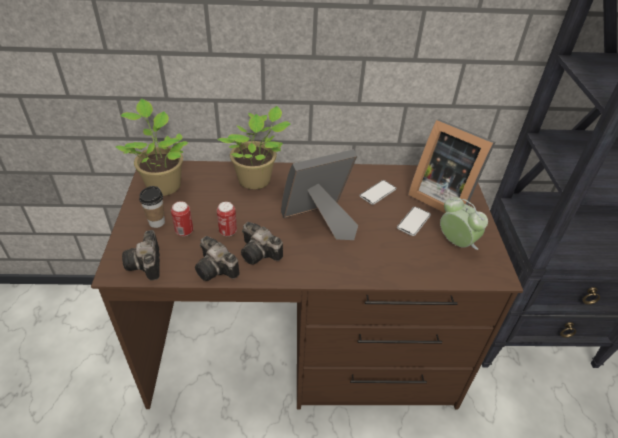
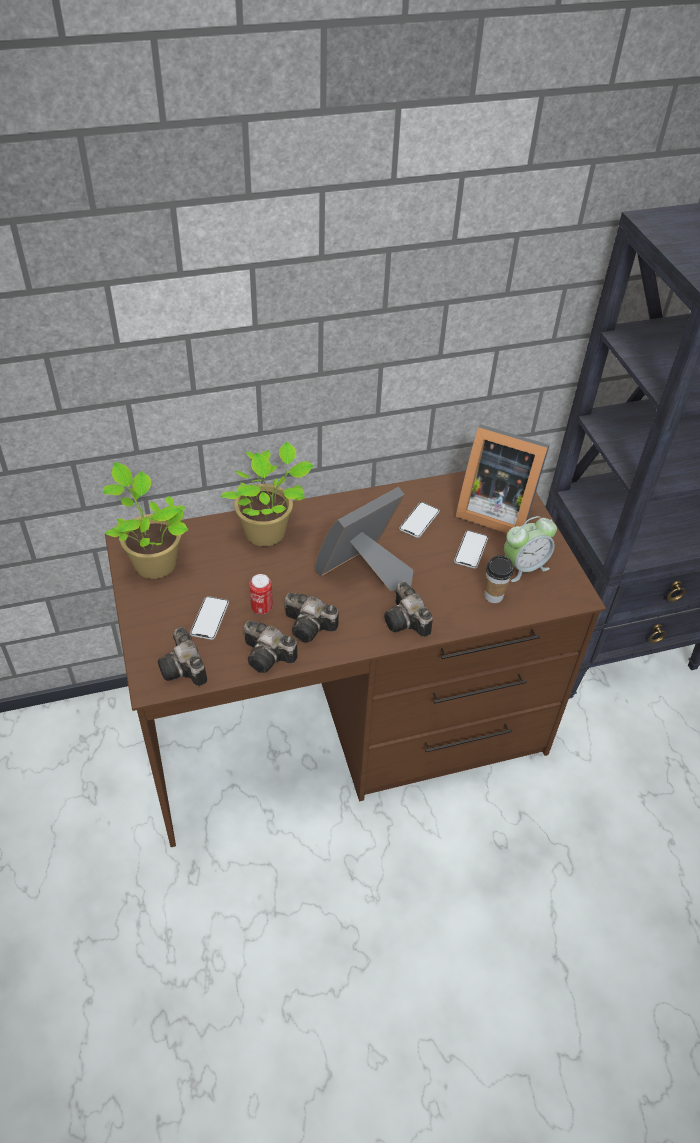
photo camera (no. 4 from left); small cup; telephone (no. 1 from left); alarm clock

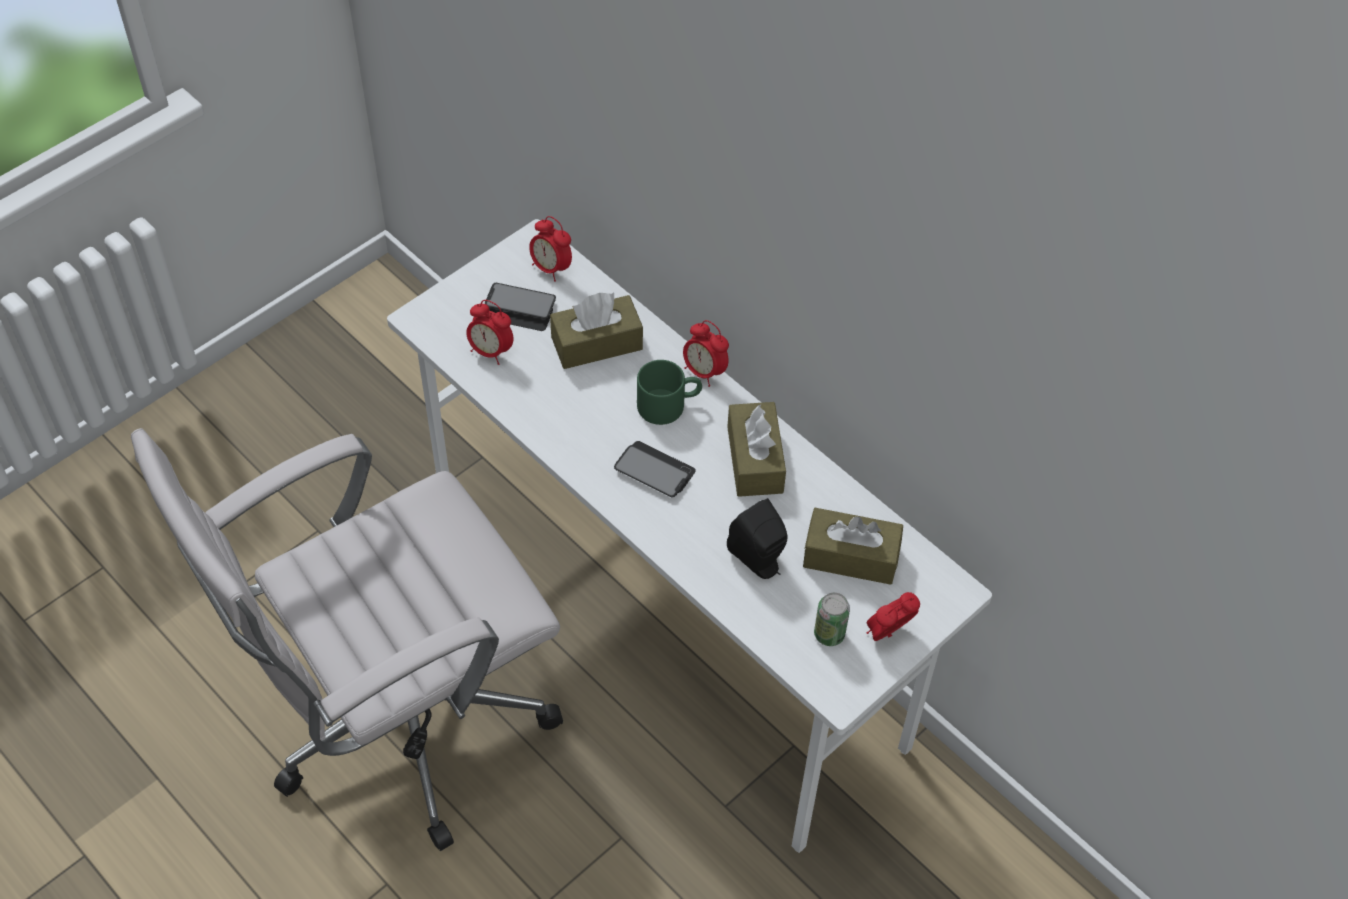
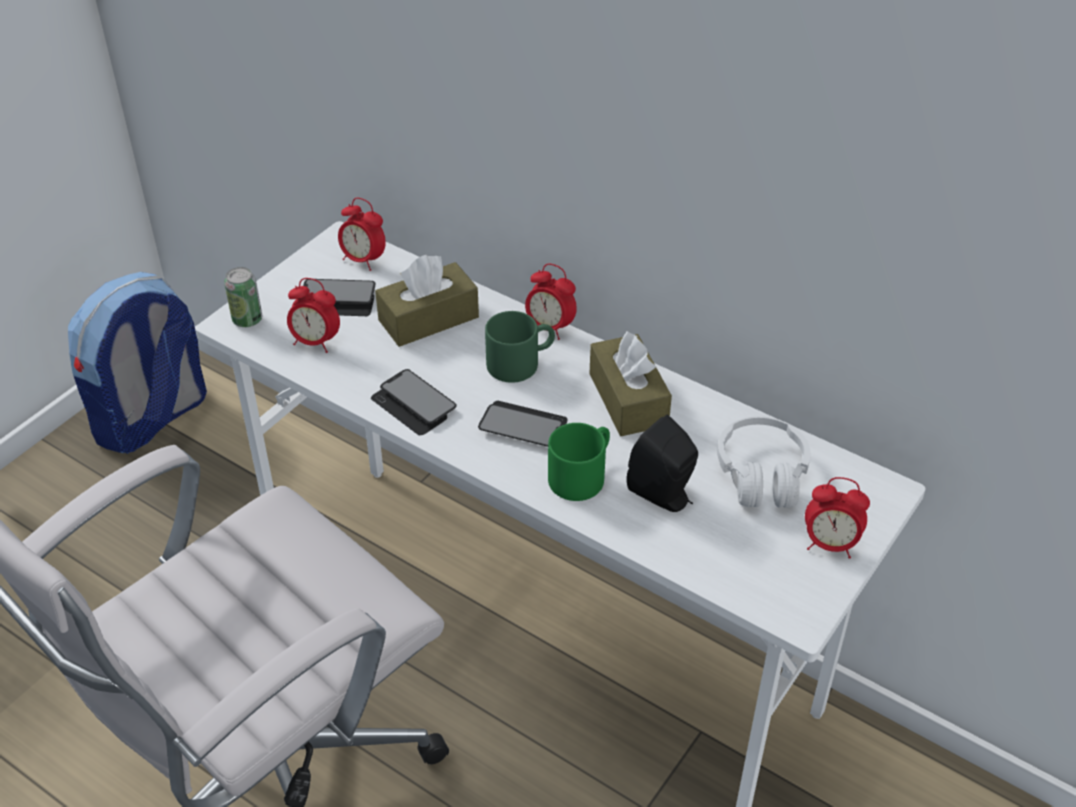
rucksack; telephone (no. 2 from left); coffee mug/green (no. 2 from left); can; headphones/whitish; alarm clock (no. 4 from left)

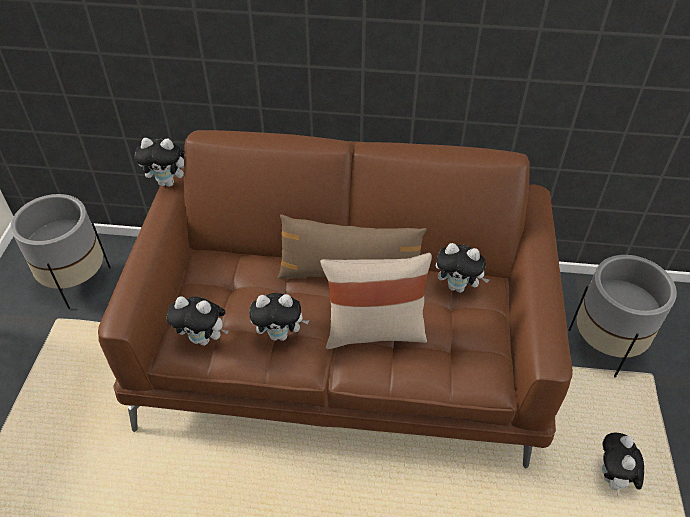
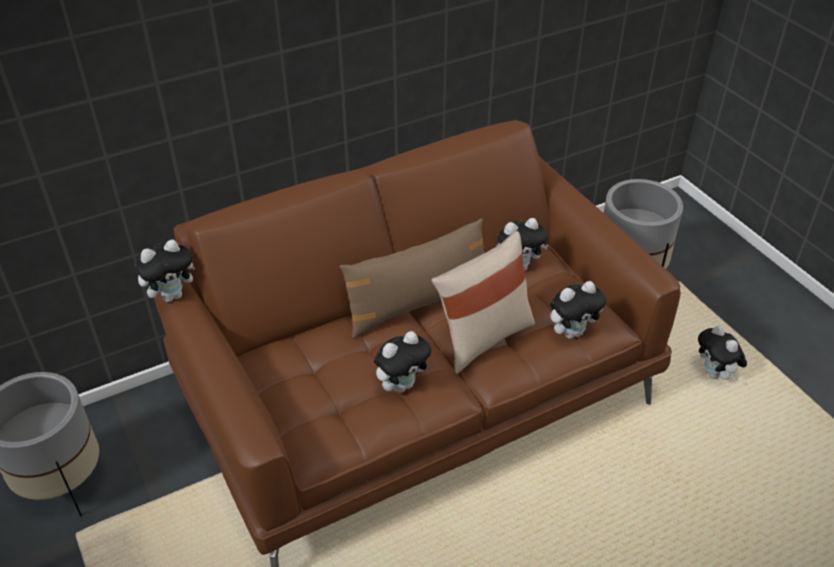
plush toy (no. 4 from left)

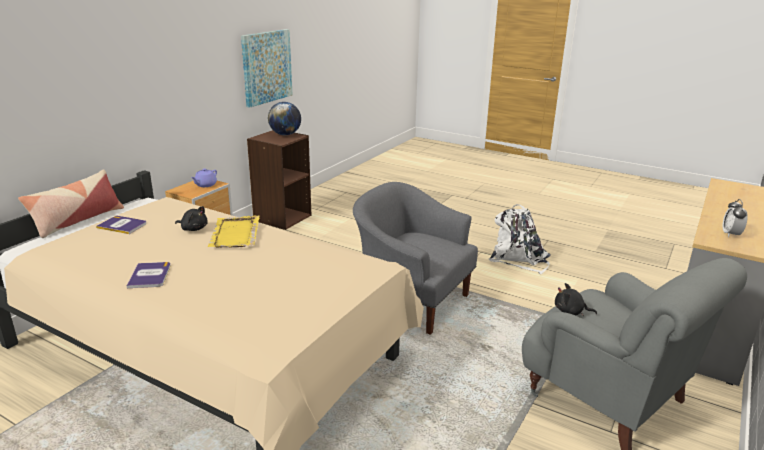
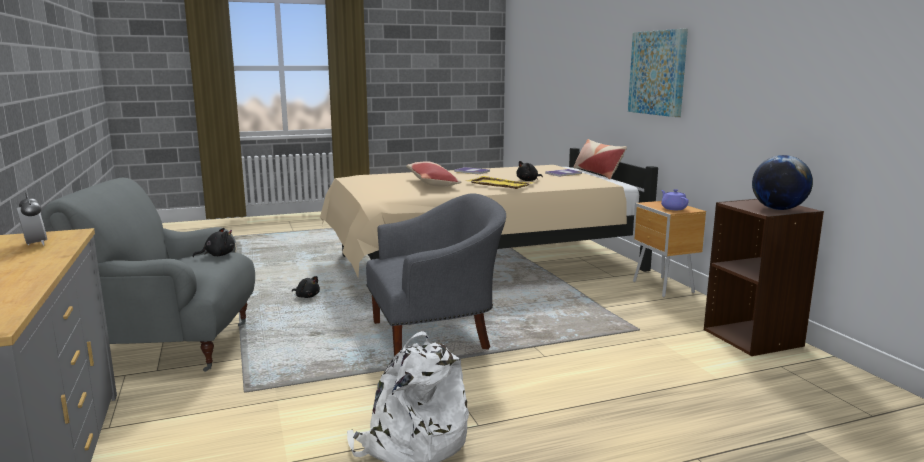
plush toy/black-coloured (no. 2 from left); throw pillow (no. 1 from left); wall art

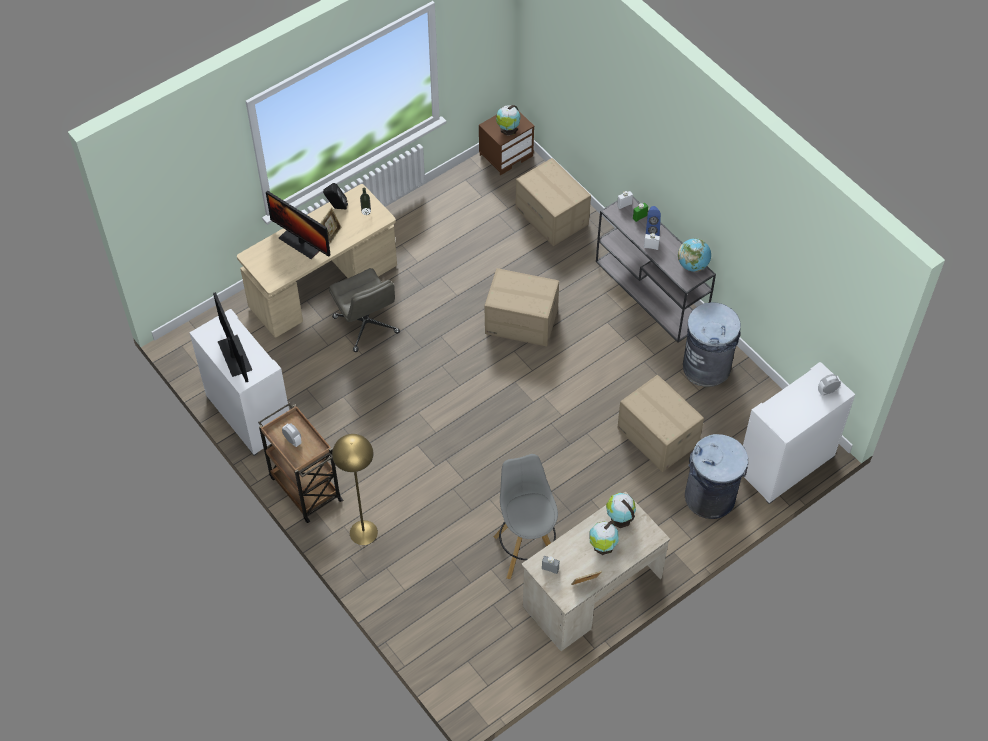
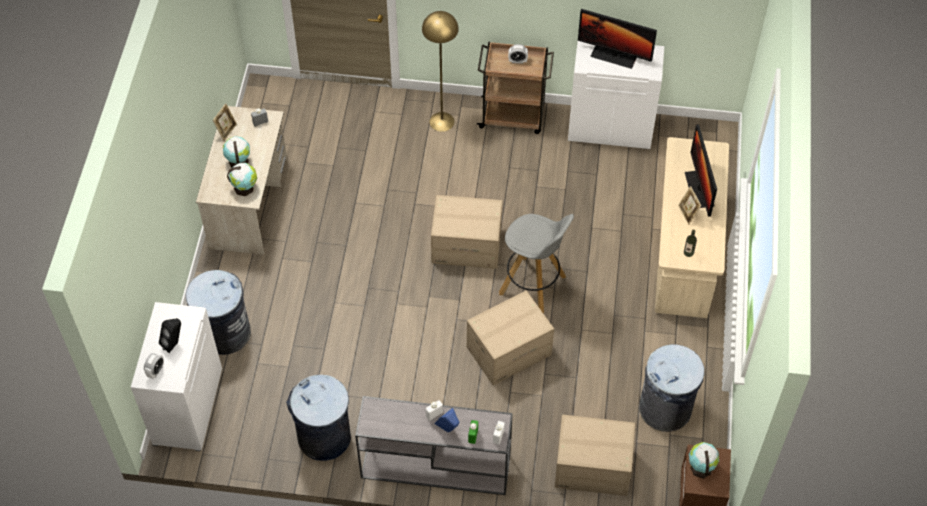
desk chair/gray; desk globe (no. 4 from left in the first image); trash can/gray (no. 3 from left); loudspeaker/black-coloured; stool seat/gray; packing box (no. 1 from left); computer screen (no. 2 from left)

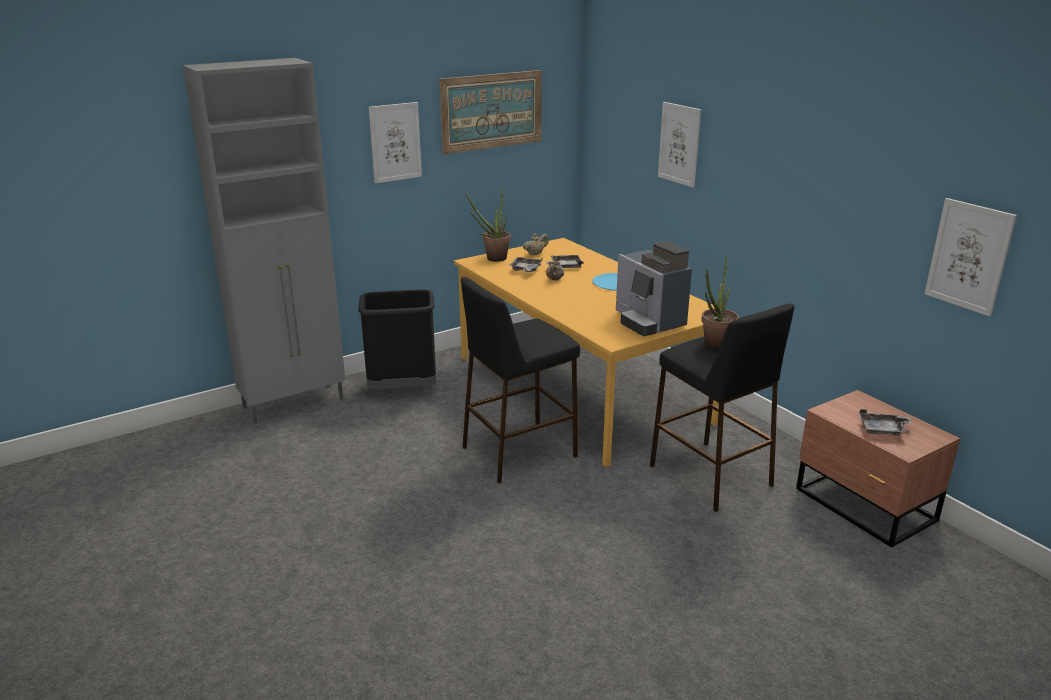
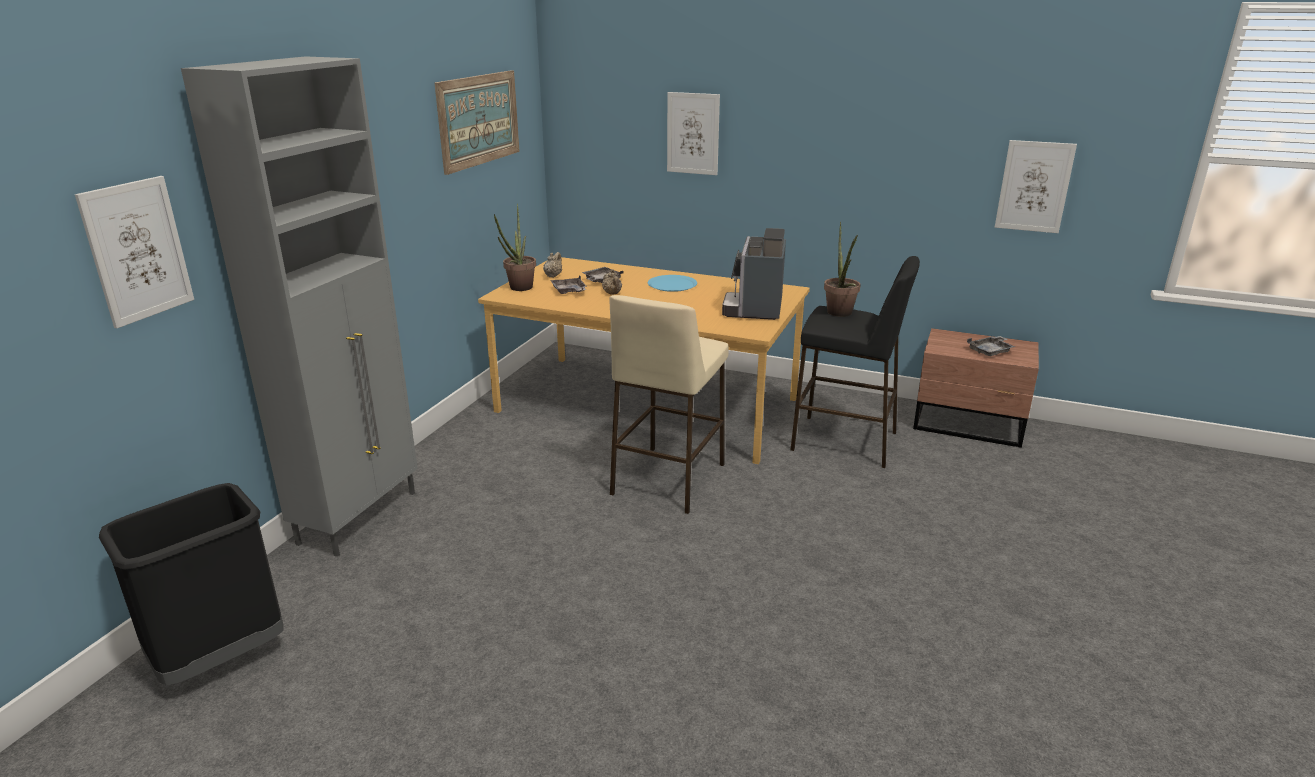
trash can/black-coloured; wall art (no. 1 from left); stool seat/sand-coloured; coffee machine

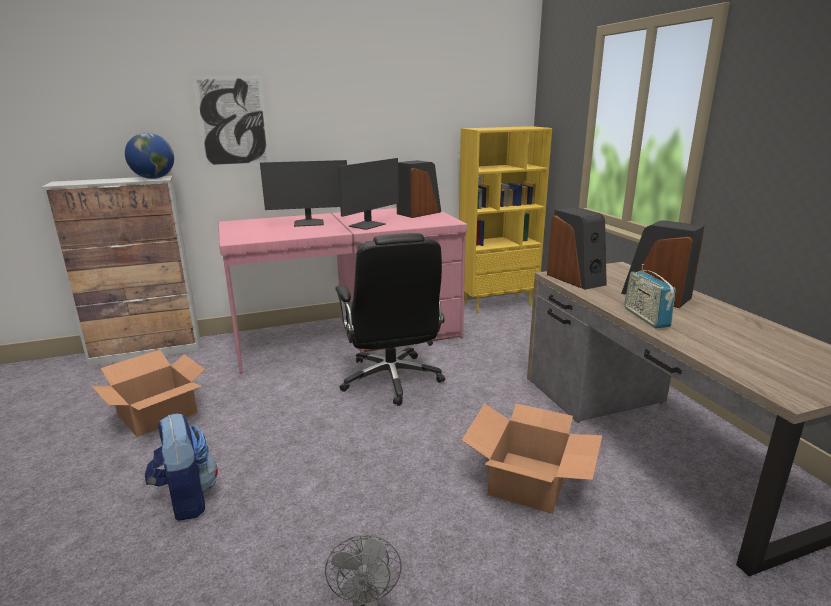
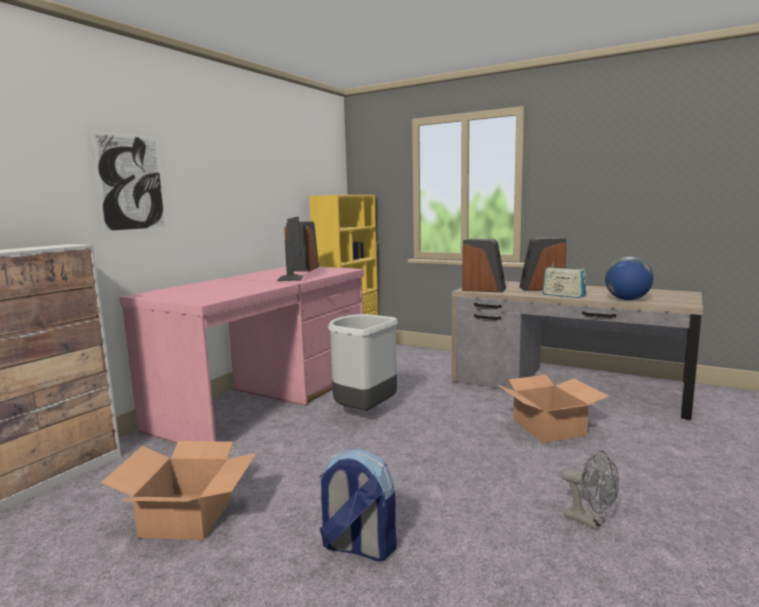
computer screen (no. 1 from left in the first image); desk globe; trash can/gray

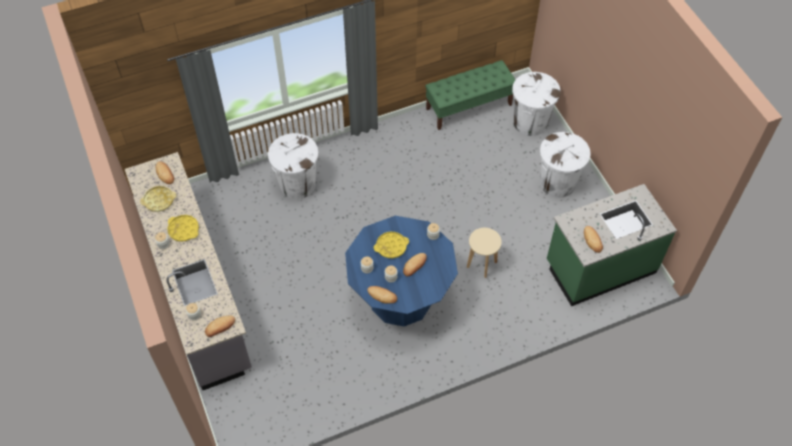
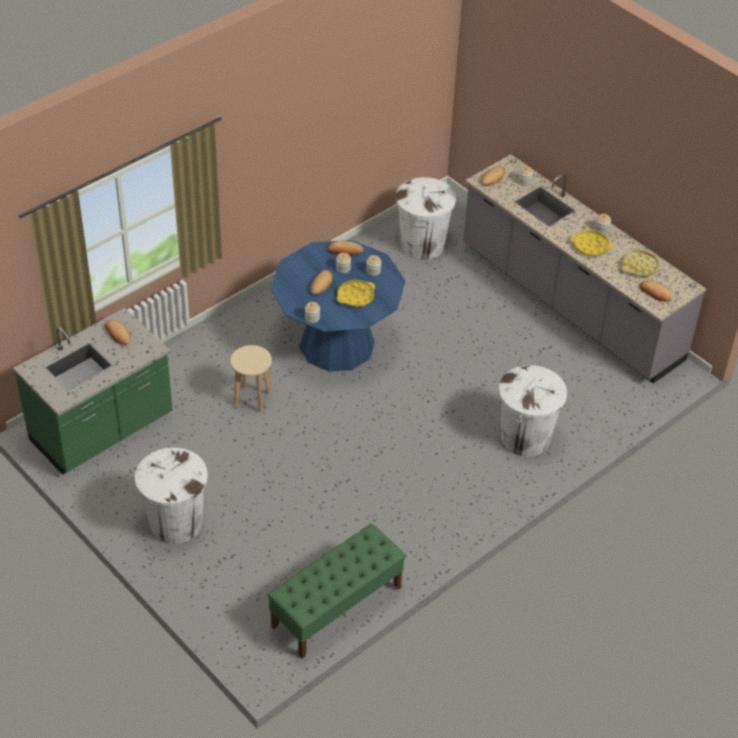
trash can/whitish (no. 2 from left)

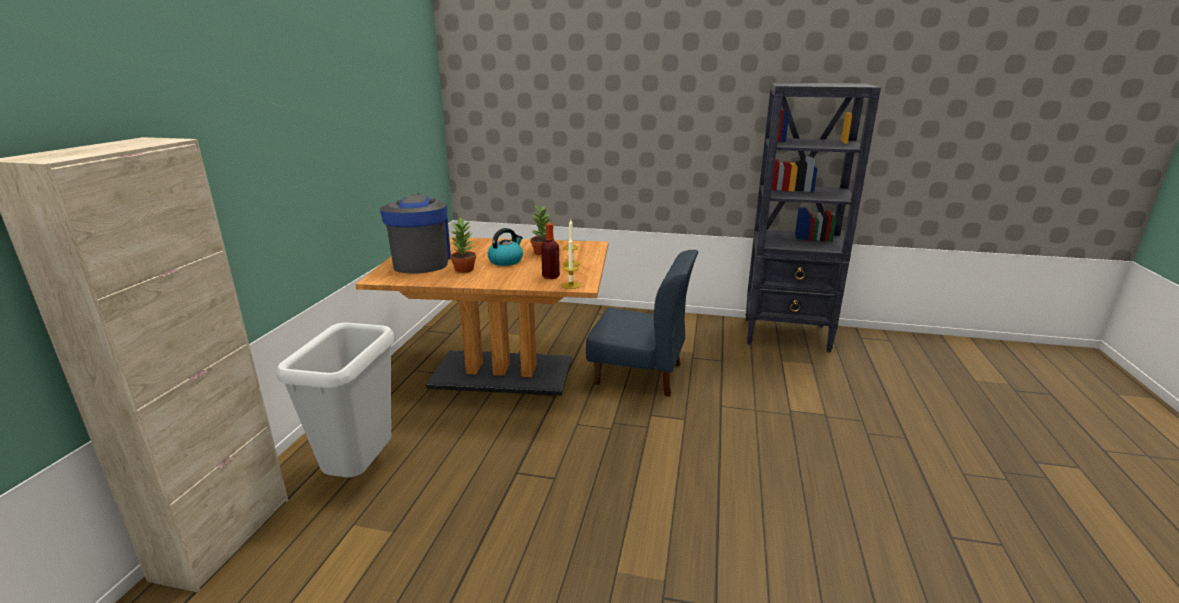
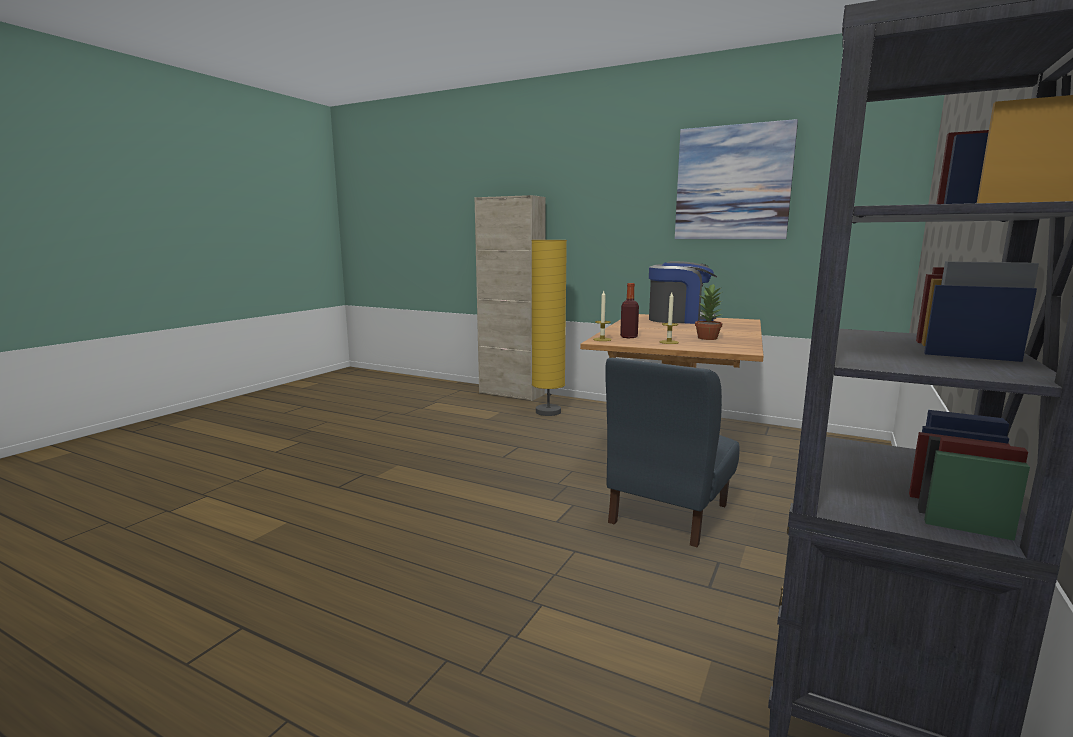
plant in a pot (no. 1 from left in the first image); kettle; wall art; floor lamp/yellowish

